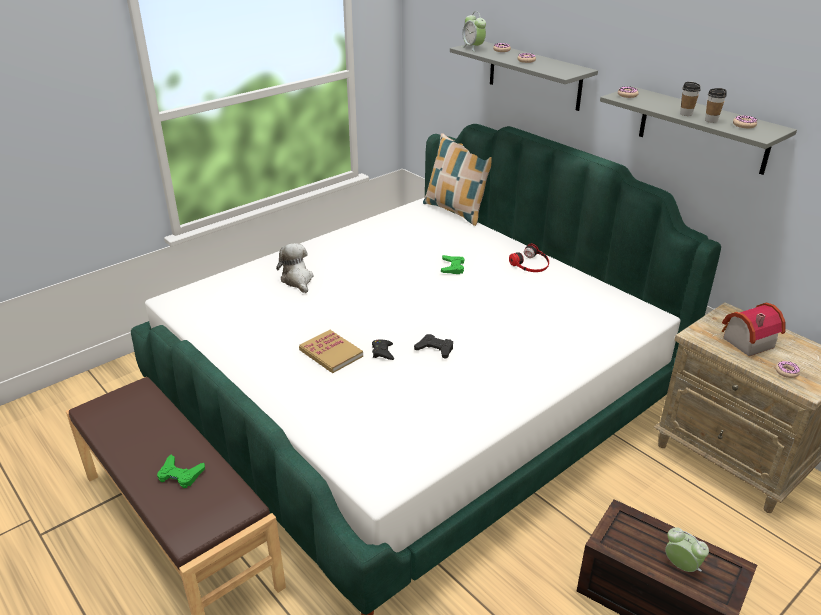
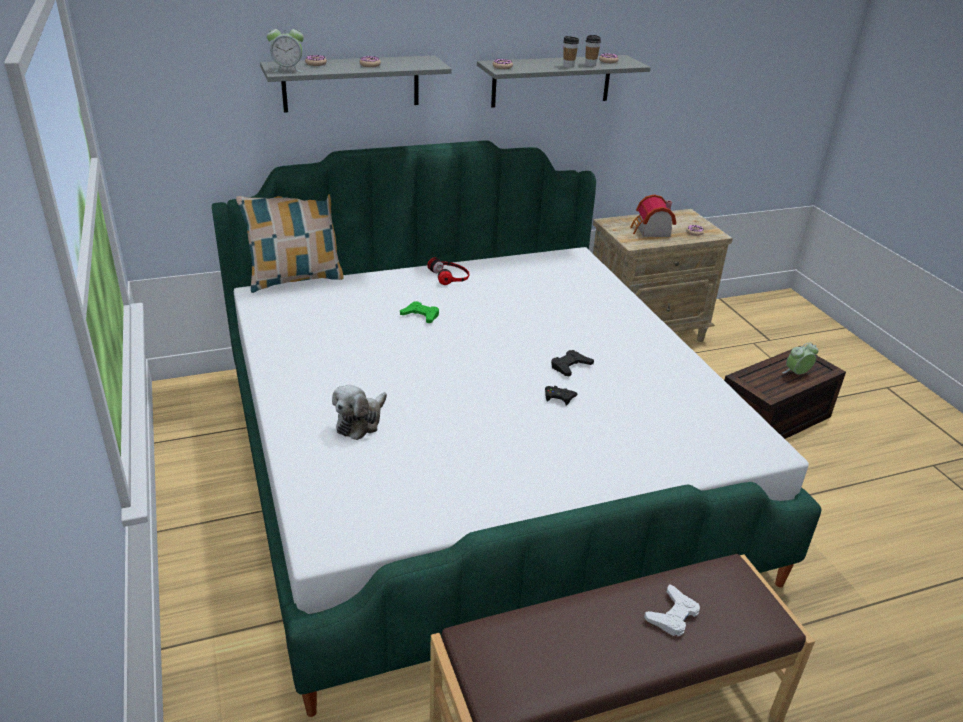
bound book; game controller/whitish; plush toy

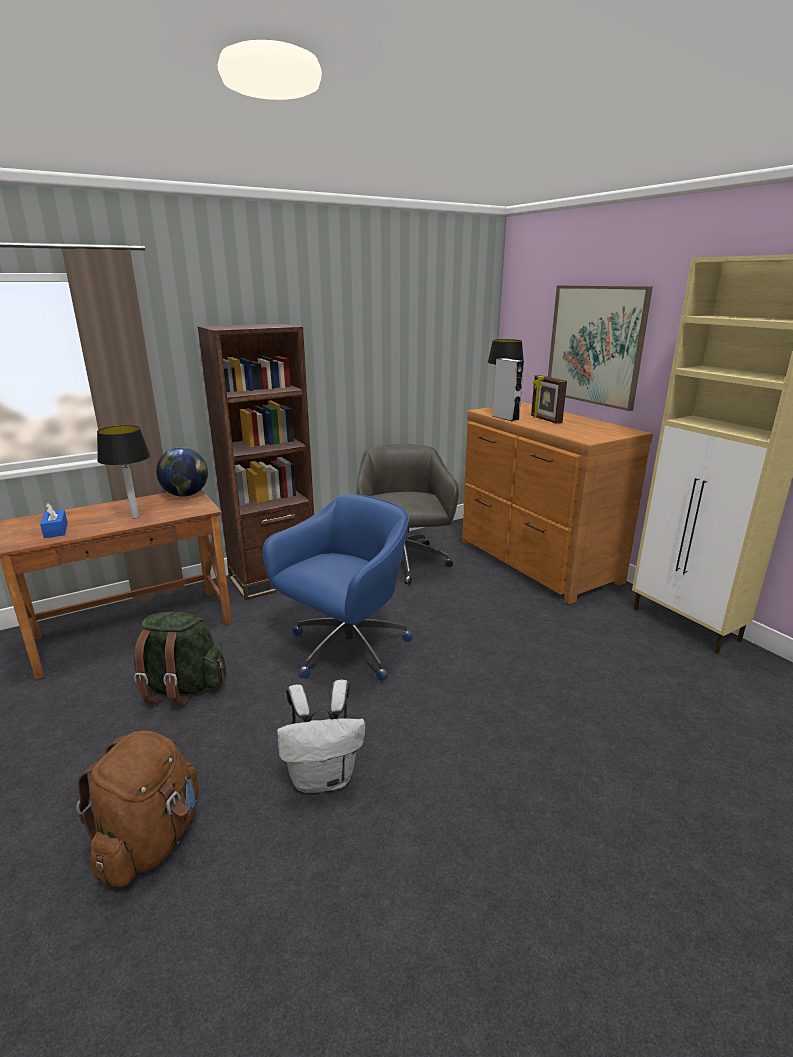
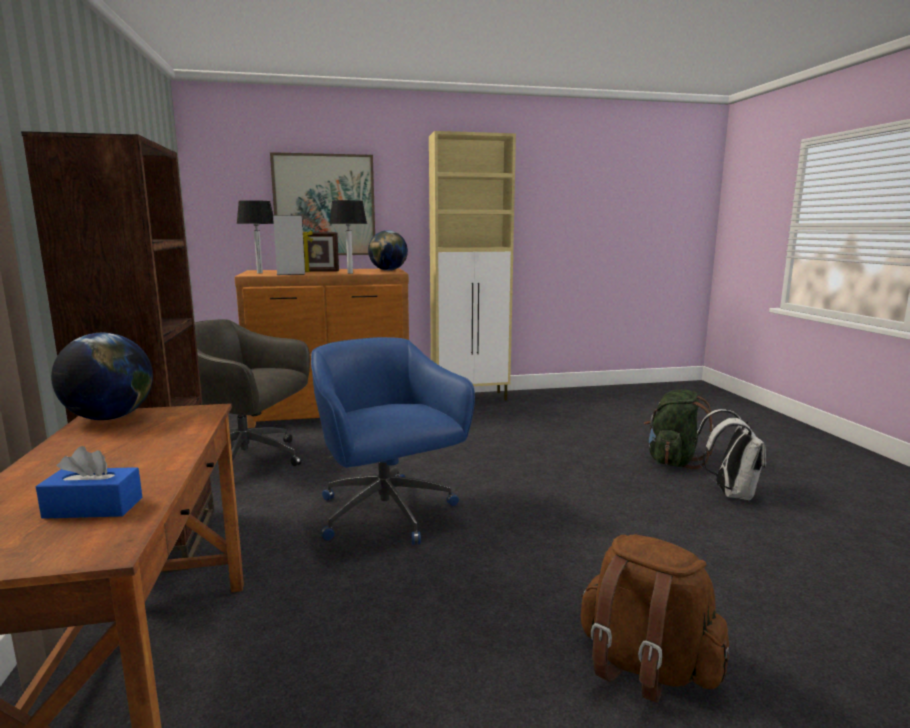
desk globe (no. 2 from left); lamp for a table (no. 2 from left); rucksack/green; rucksack/whitish

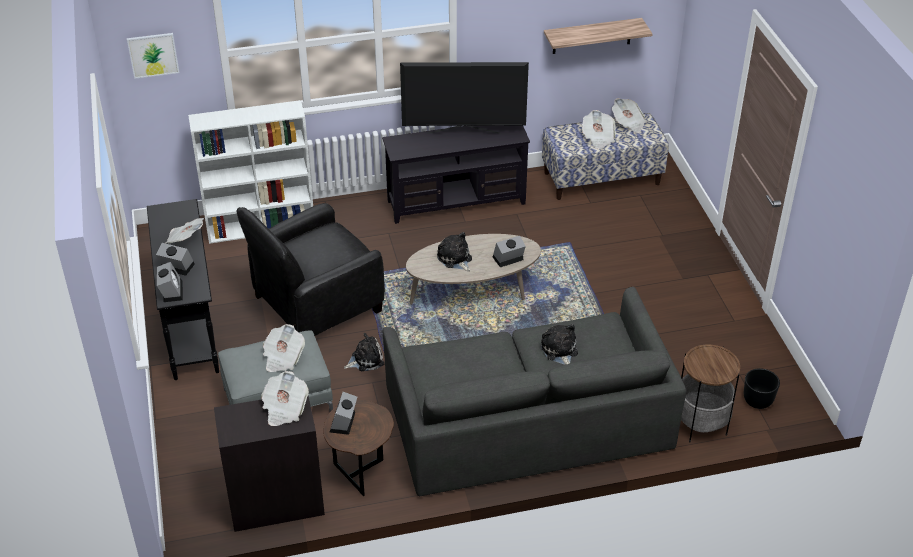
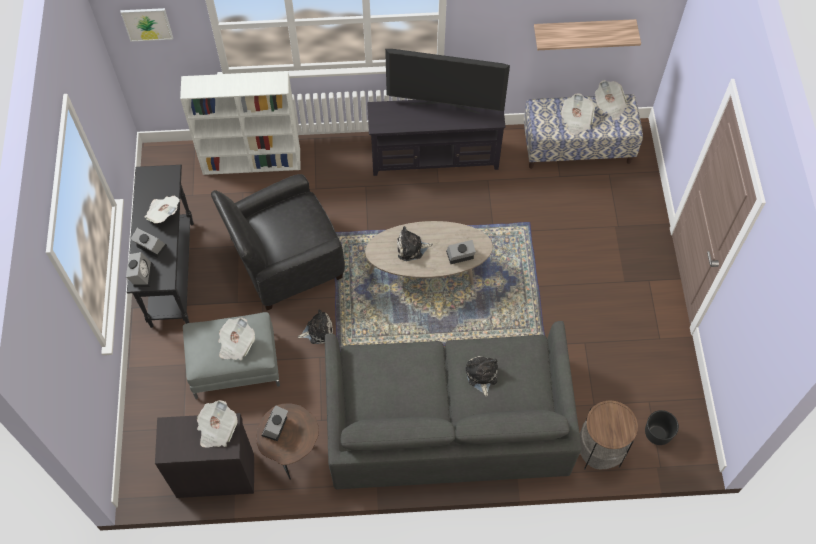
plush toy (no. 2 from left)

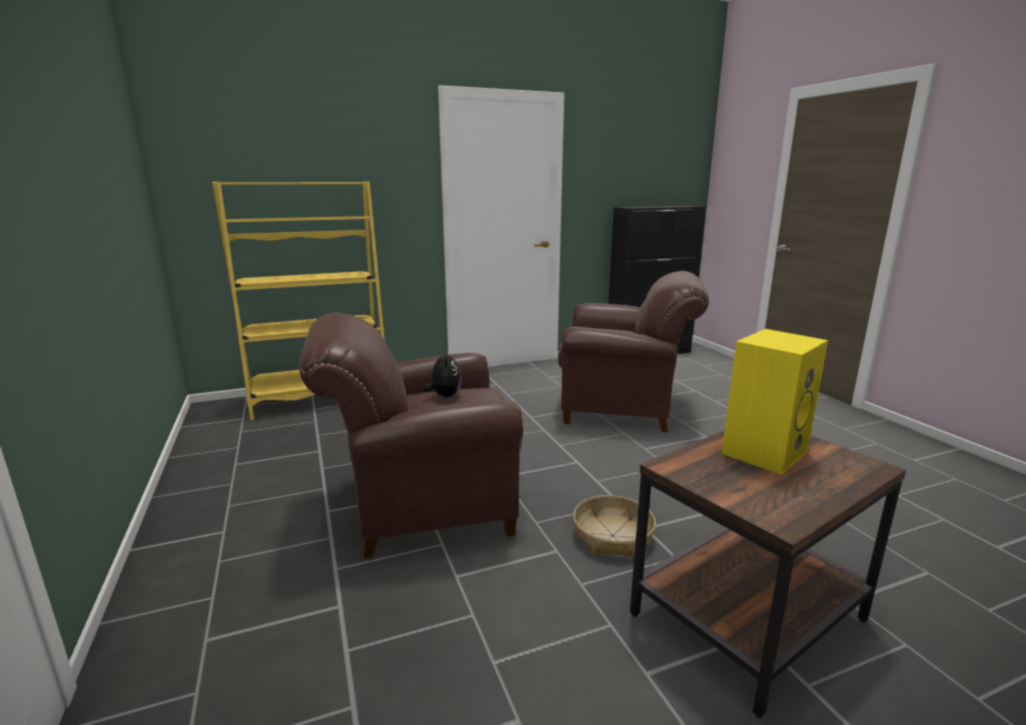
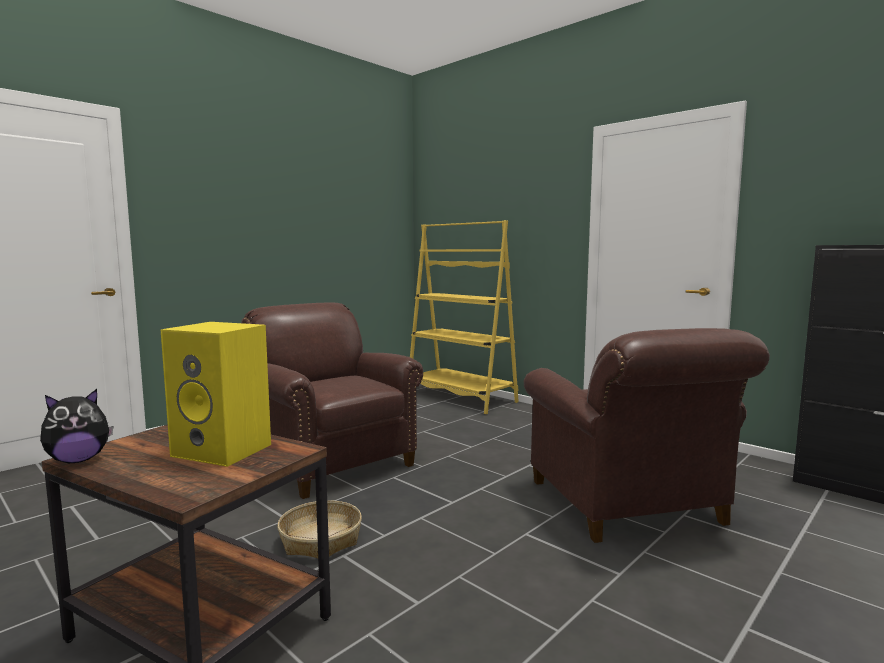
plush toy

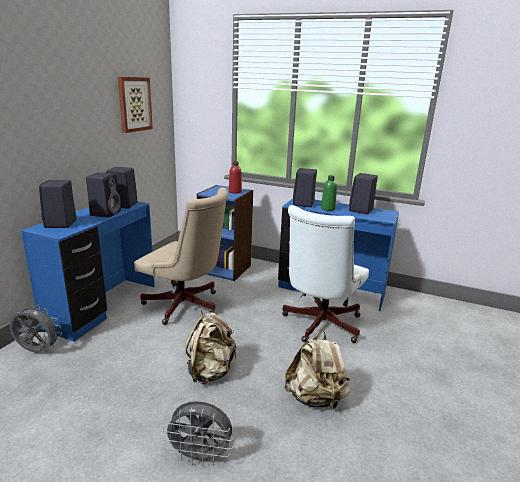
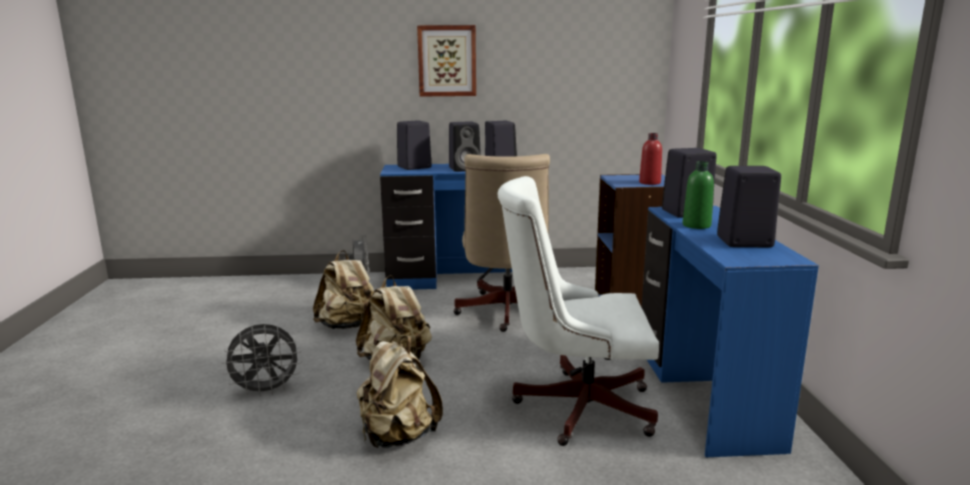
rucksack/sand-coloured (no. 1 from left); wall art; electric fan/gray (no. 1 from left)

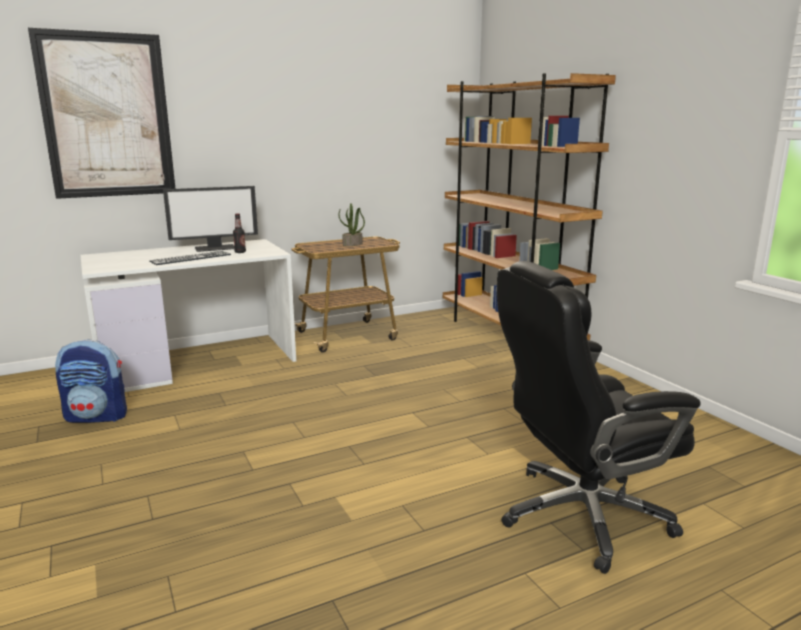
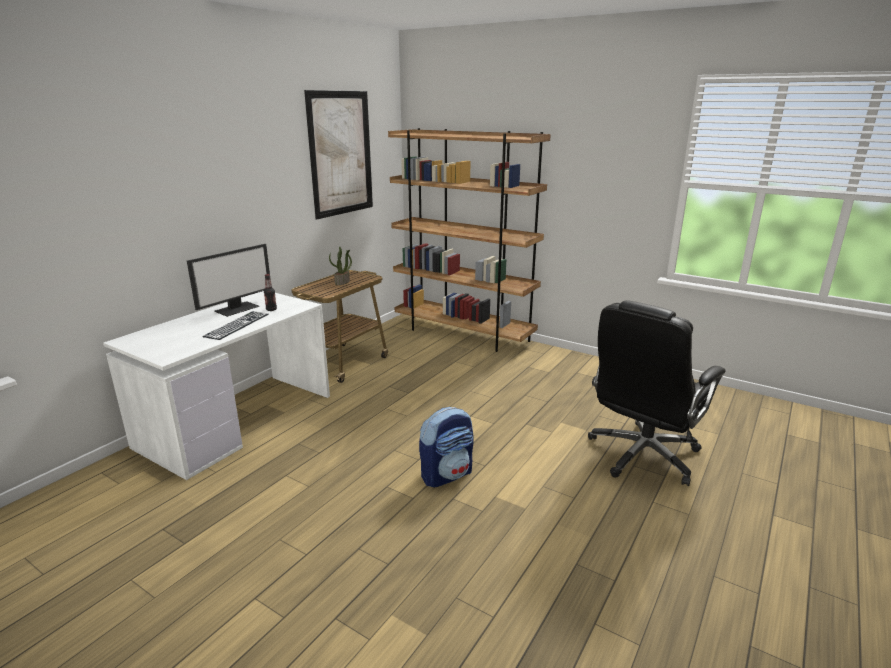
wall art; rucksack

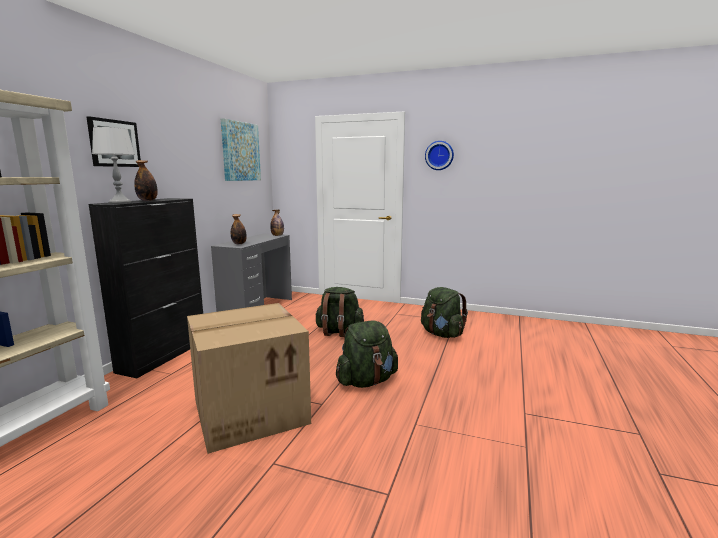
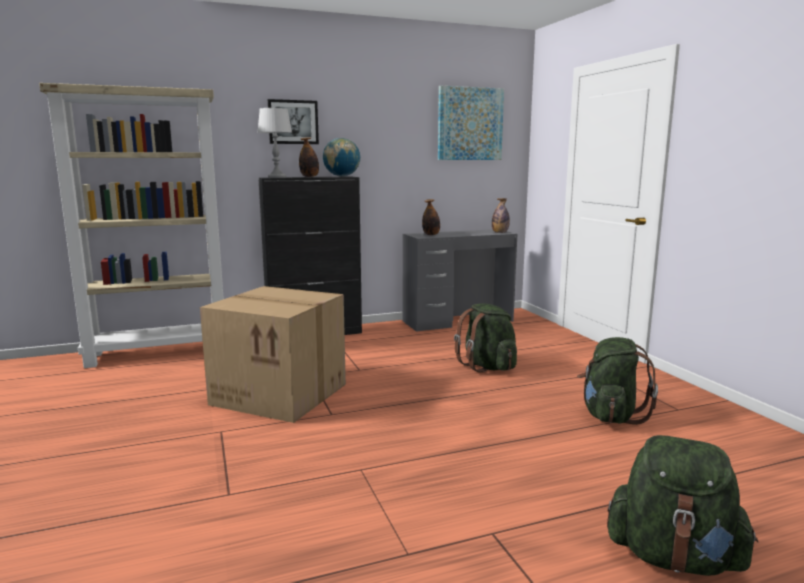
hanging clock; desk globe; rucksack/green (no. 3 from left)

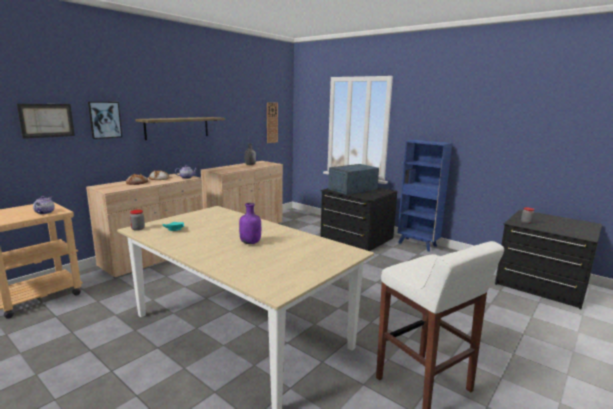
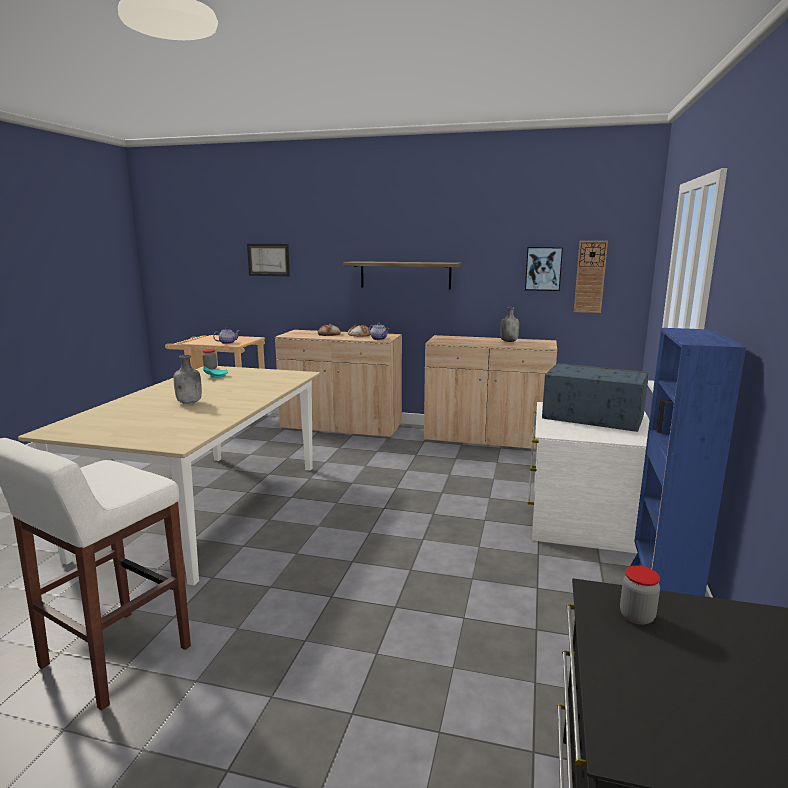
wall art (no. 2 from left); bottle/gray (no. 1 from left); drawer chest/whitish

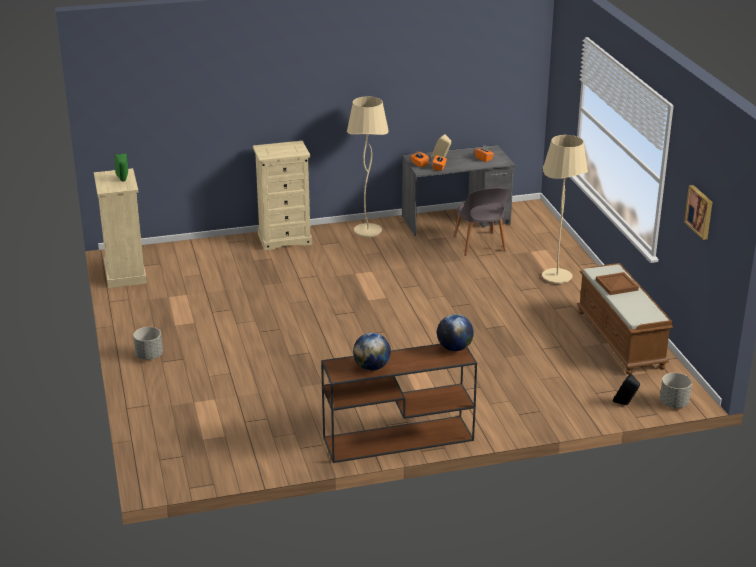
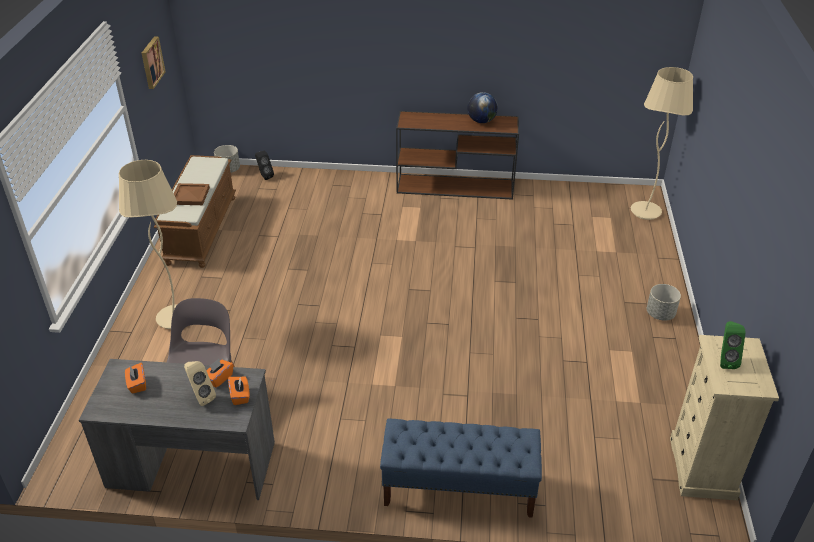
desk globe (no. 2 from left in the first image); floor lamp/sand-coloured (no. 2 from left); long seat/blue-coloured

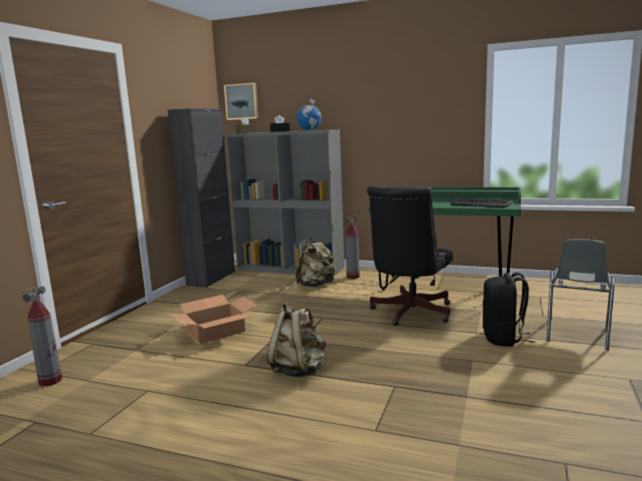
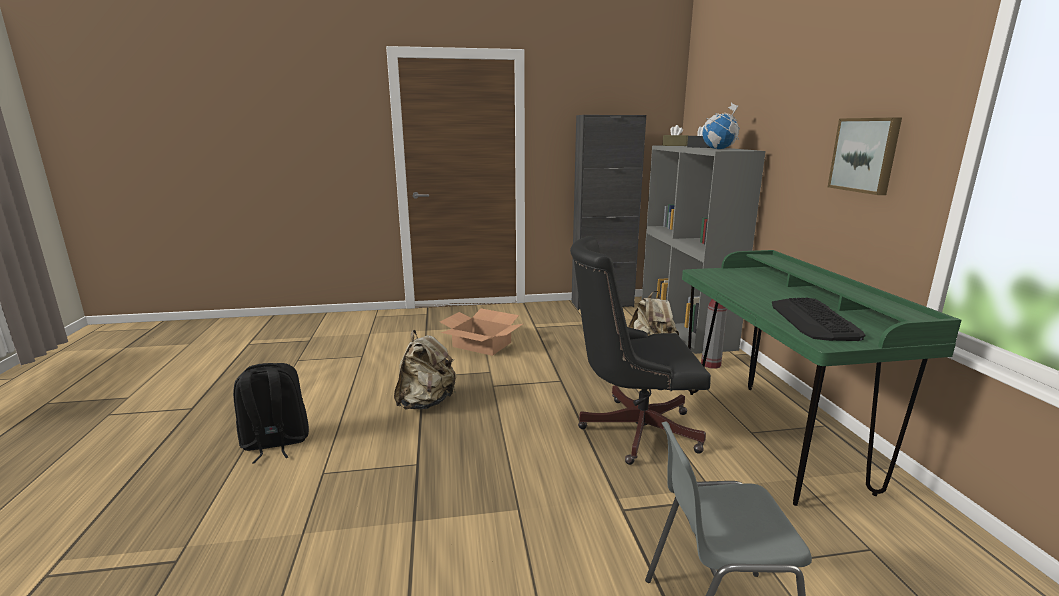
extinguisher (no. 1 from left in the first image); wall art; rucksack/black-coloured

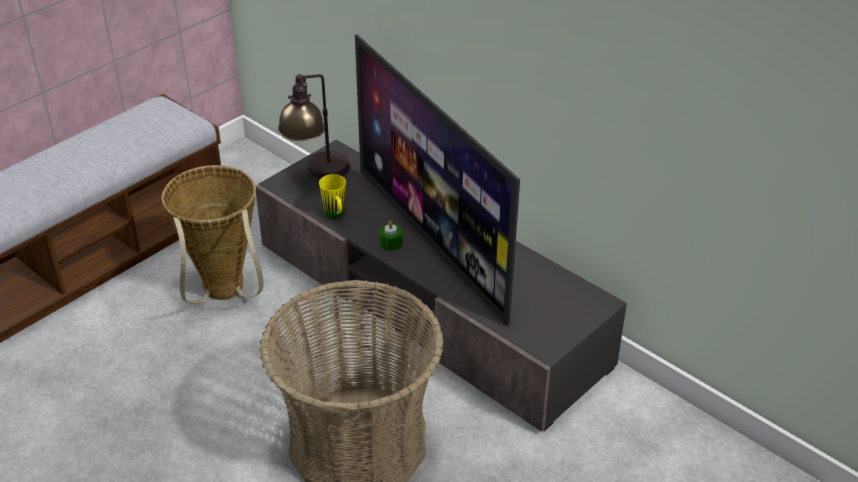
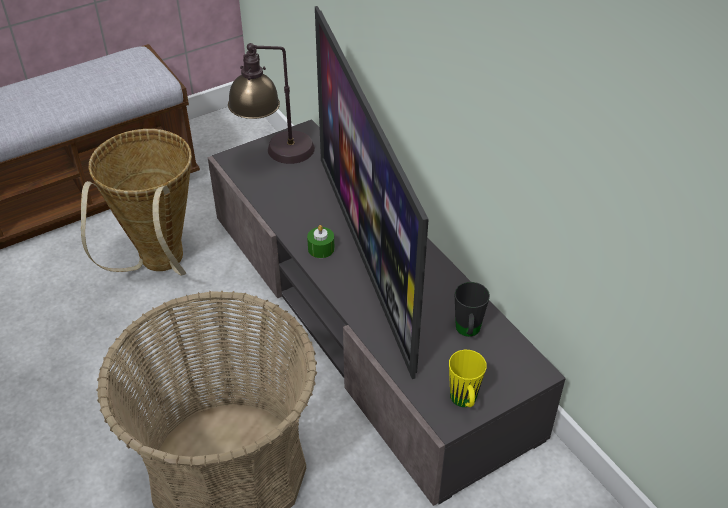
coffee mug/black-coloured; coffee mug/yellowish

